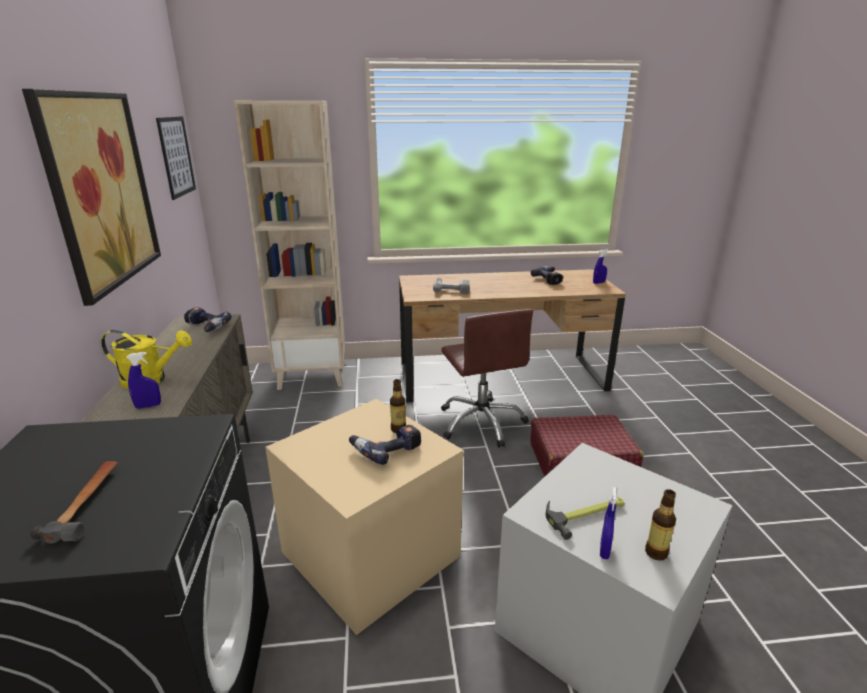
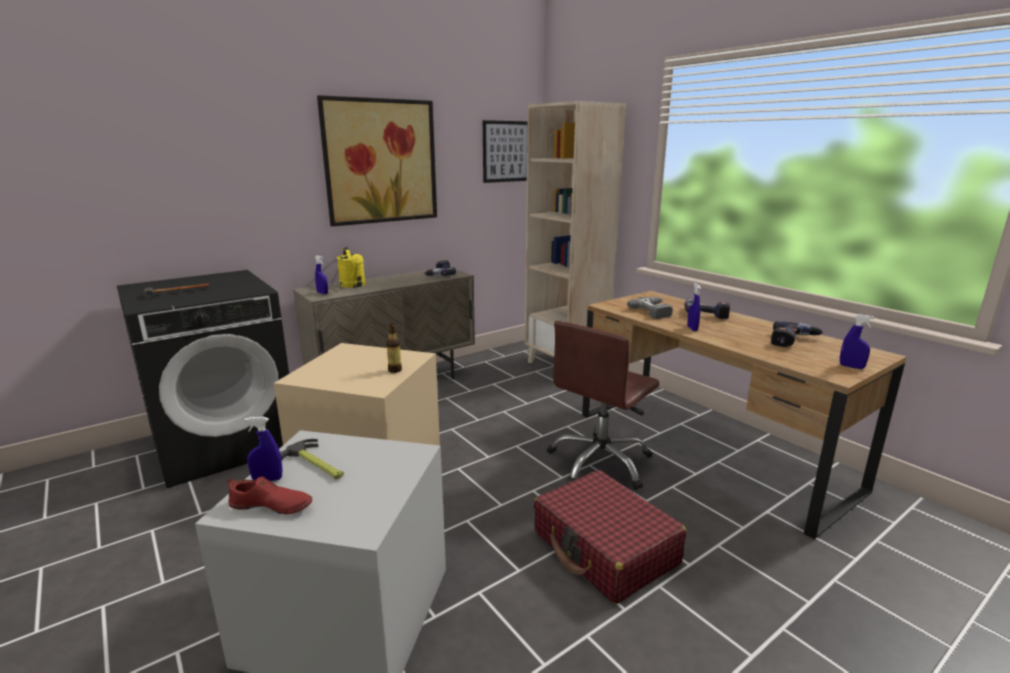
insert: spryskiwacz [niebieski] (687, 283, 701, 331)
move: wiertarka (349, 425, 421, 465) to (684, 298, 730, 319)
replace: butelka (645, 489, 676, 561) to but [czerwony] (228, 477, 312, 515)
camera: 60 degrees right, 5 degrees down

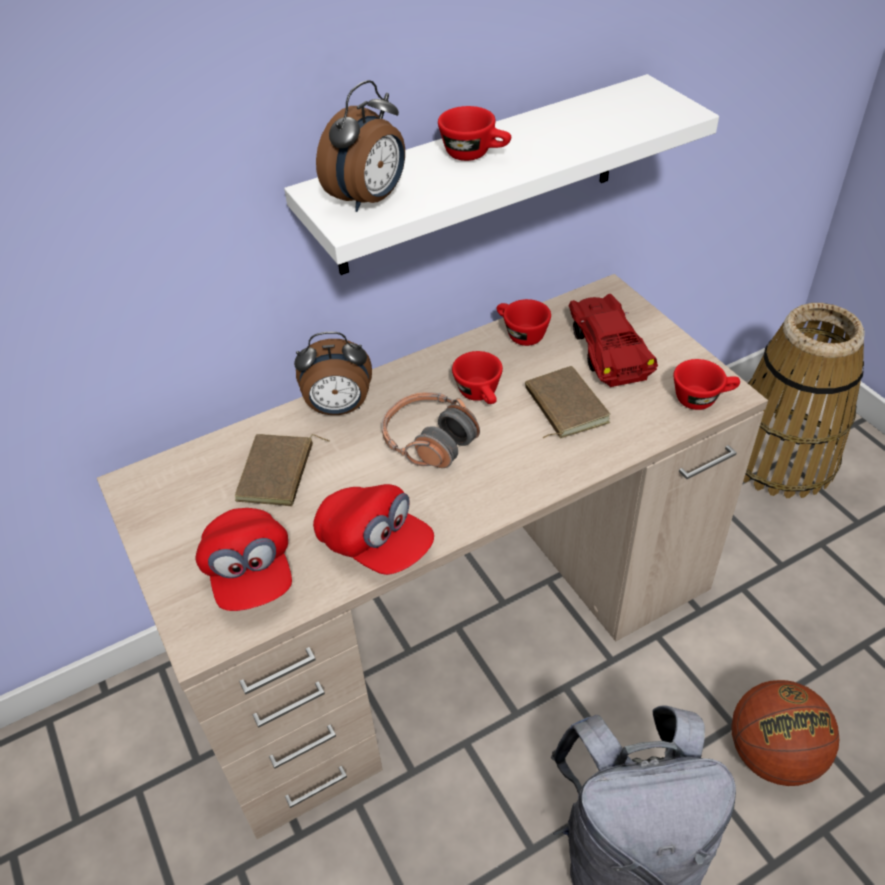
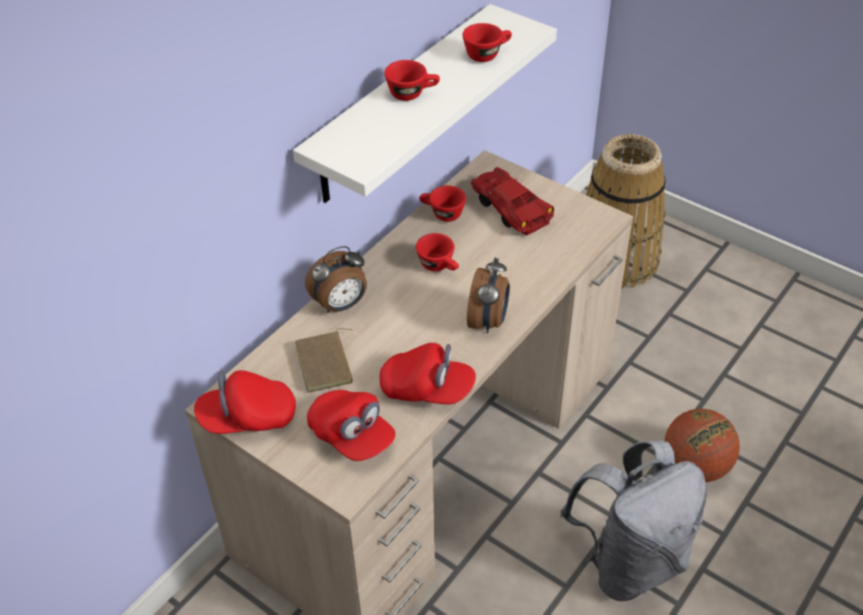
delete: słuchawki (382, 392, 480, 468); książka [brązowy] (525, 366, 611, 438)
insert: czapka z daszkiem [czerwony] (194, 370, 296, 434)
move: budzik (316, 80, 405, 212) to (467, 258, 510, 333); filiżanka [czerwony] (674, 359, 740, 410) to (463, 23, 512, 62)
camera: 25 degrees left, 0 degrees up

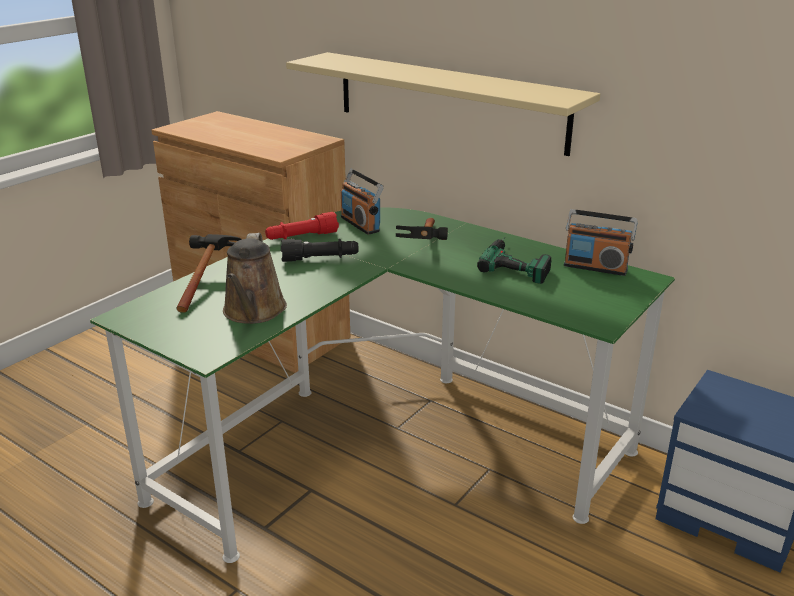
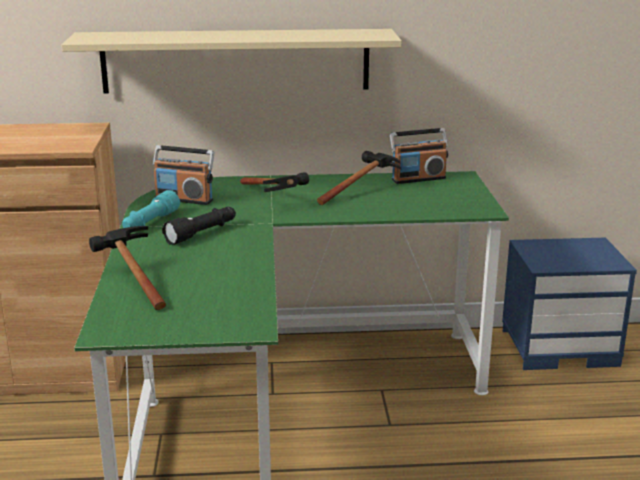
delete: konewka [brązowy] (223, 233, 287, 324)
replace: wiertarka (477, 237, 551, 284) to młotek (317, 151, 402, 205)
recolor: latarka [czerwony] (265, 212, 339, 240) to latarka [turkusowy] (122, 190, 180, 228)
camera: 40 degrees left, 5 degrees down

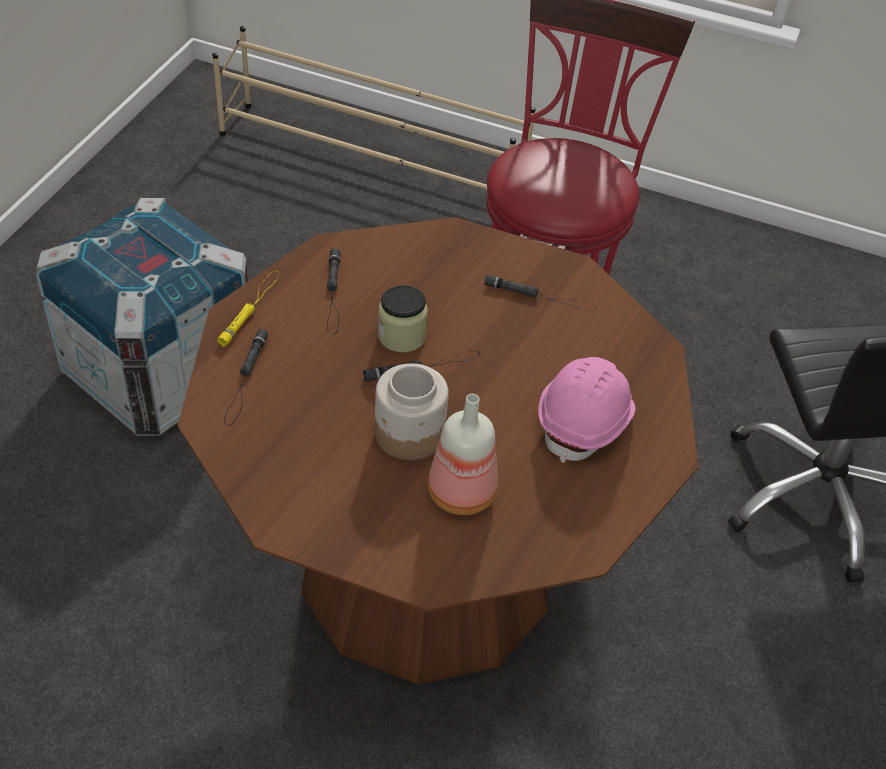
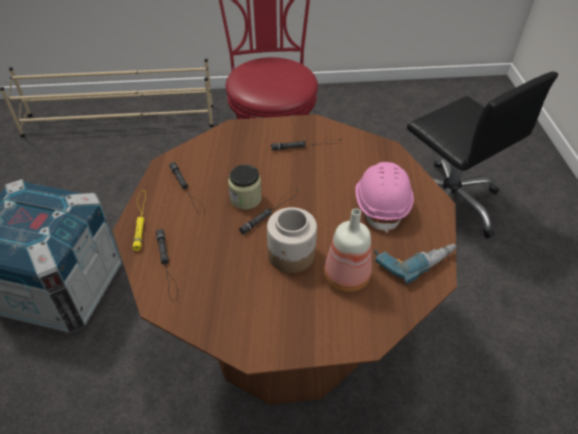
insert: wiertarka (374, 244, 456, 284)
camera: 25 degrees left, 0 degrees up

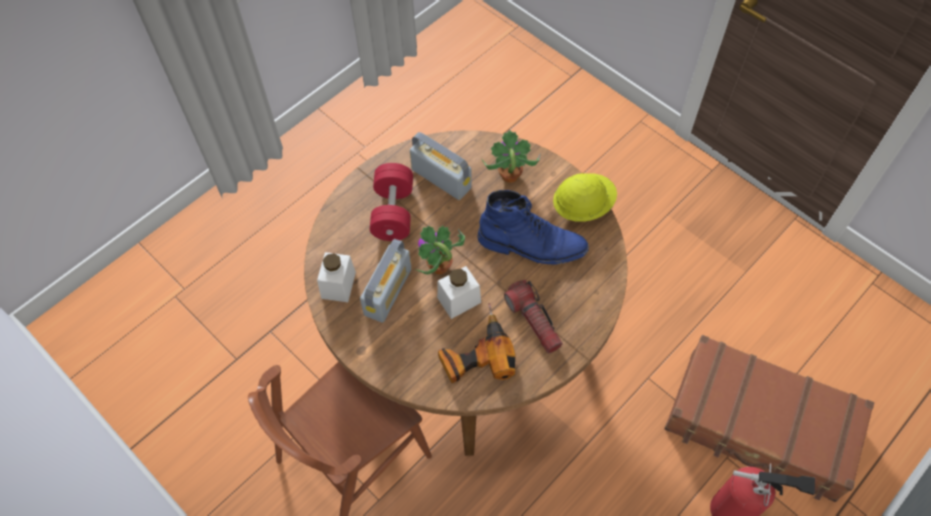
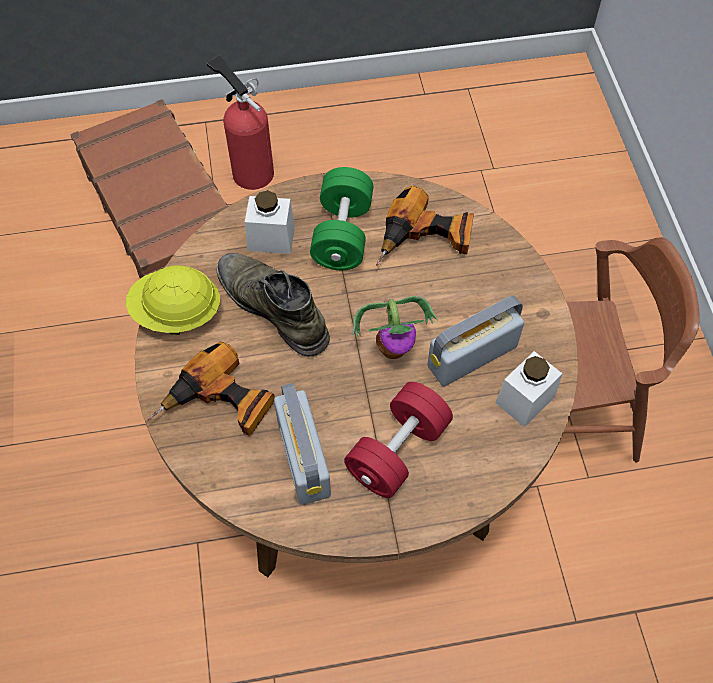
move: słoik [biały] (437, 266, 481, 319) to (245, 190, 295, 254)
replace: roślina doniczkowa (481, 130, 541, 183) to wiertarka (147, 342, 275, 435); latarka (504, 280, 563, 353) to hantel [zielony] (310, 167, 373, 270)
recolor: but z cholewką [niebieski] (477, 190, 589, 265) to but z cholewką [zielony] (216, 253, 330, 357)
camera: 145 degrees left, 0 degrees up

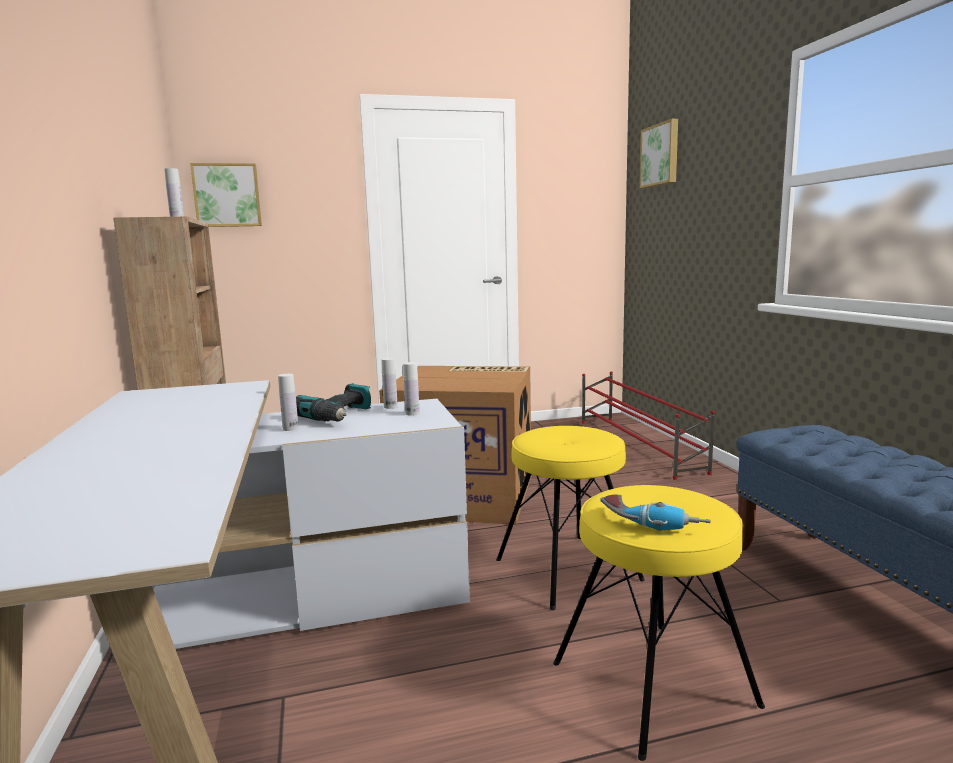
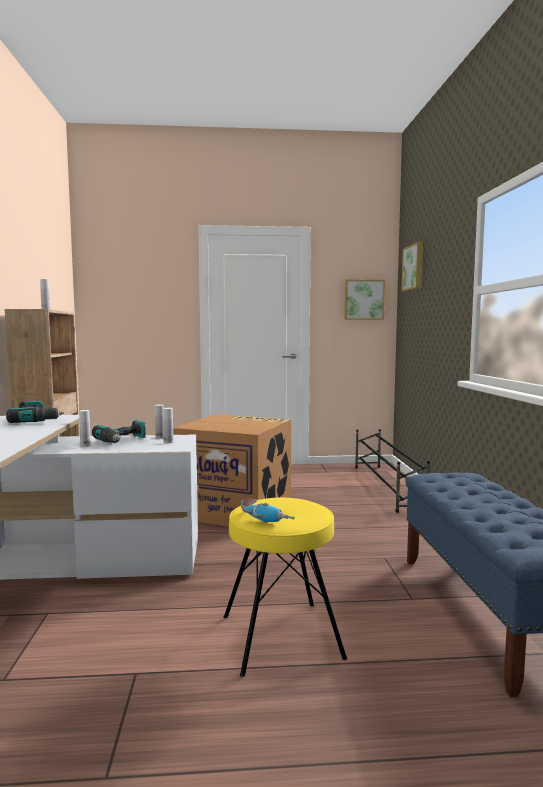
delete: stołek [żółty] (496, 426, 645, 610)
insert: wiertarka (6, 401, 64, 423)
move: obraz (190, 163, 262, 227) to (345, 280, 385, 320)
recolor: regał na buty [czerwony] (582, 372, 715, 480) to regał na buty [czarny] (355, 429, 430, 513)
camera: 10 degrees right, 5 degrees down

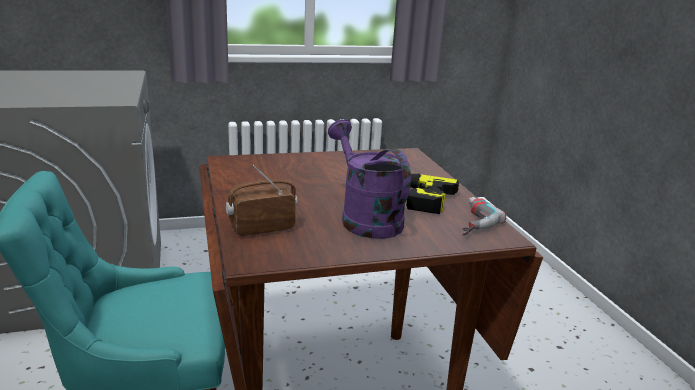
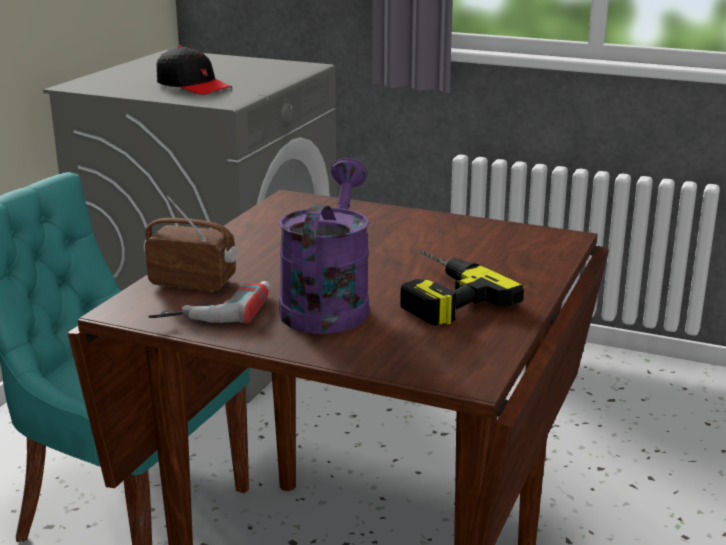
insert: czapka z daszkiem [czarny] (156, 45, 232, 95)
move: wiertarka (462, 197, 506, 235) to (149, 281, 271, 324)
camera: 40 degrees right, 0 degrees up

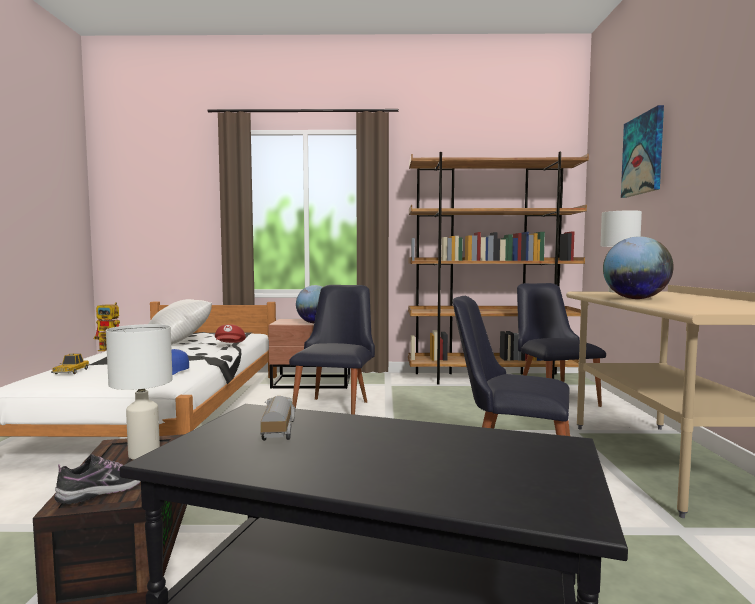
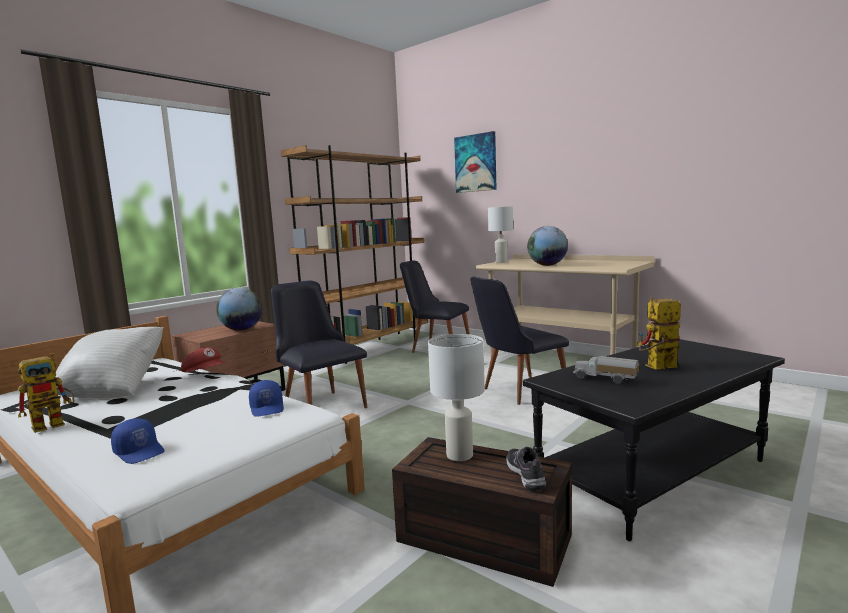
insert: robot zabawkowy (637, 297, 681, 370)
replace: samochodzik (51, 353, 90, 374) to czapka z daszkiem [niebieski] (111, 418, 165, 464)
camera: 50 degrees left, 5 degrees up

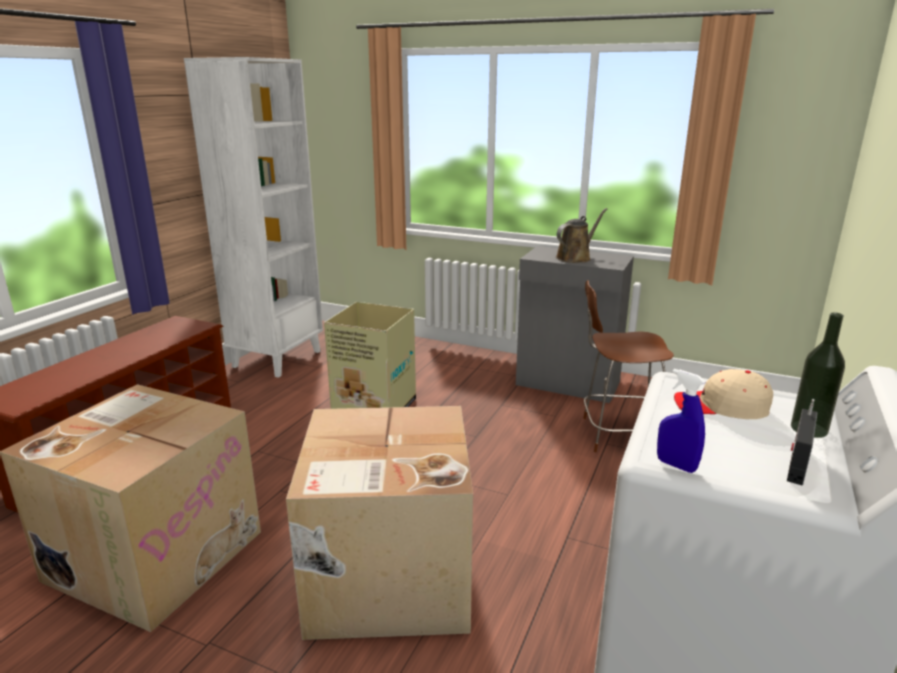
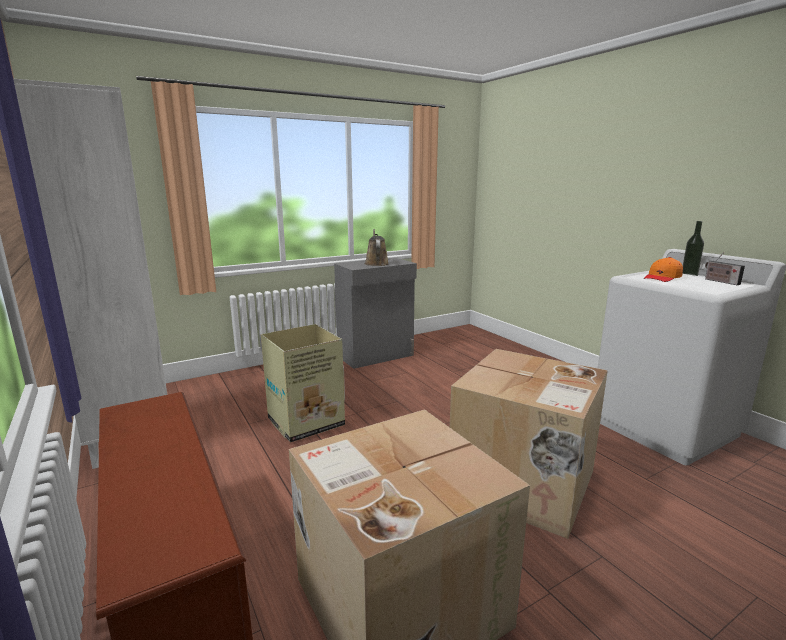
delete: stołek [brązowy] (583, 280, 674, 452); spryskiwacz [niebieski] (657, 369, 705, 473)
recolor: czapka z daszkiem [beżowy] (674, 369, 773, 419) to czapka z daszkiem [pomarańczowy] (644, 257, 683, 282)
camera: 55 degrees left, 5 degrees down

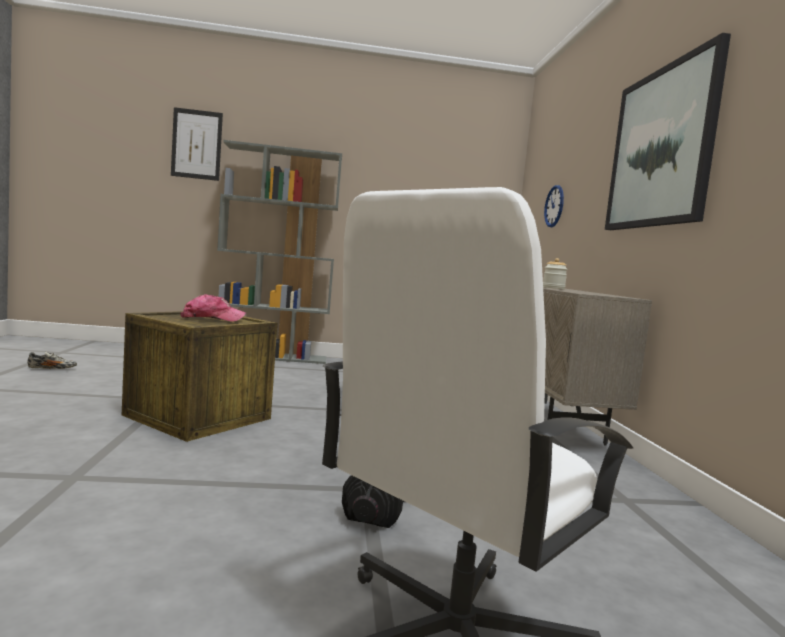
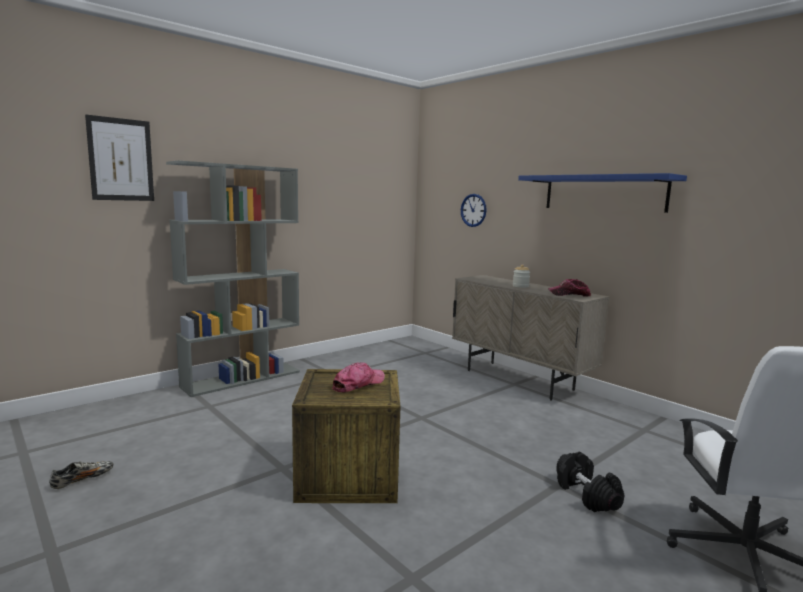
insert: czapka z daszkiem (548, 279, 591, 297)
replace: obraz (605, 33, 731, 230) to półka [niebieski] (518, 173, 687, 213)
camera: 35 degrees left, 5 degrees up

